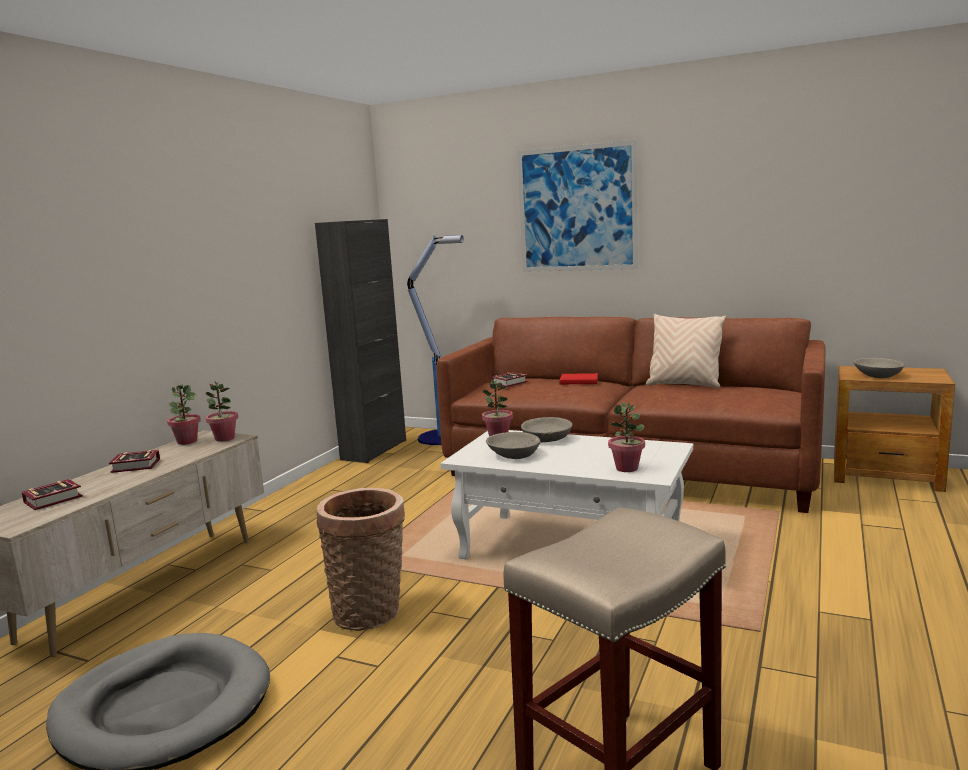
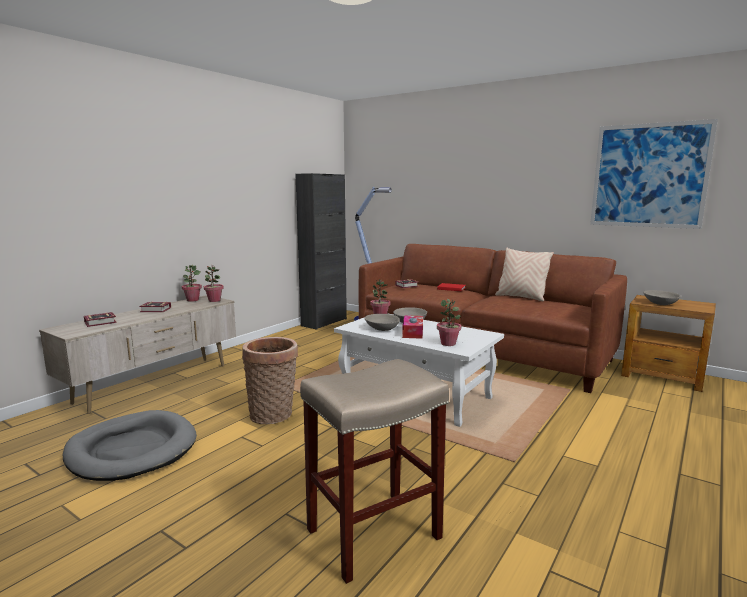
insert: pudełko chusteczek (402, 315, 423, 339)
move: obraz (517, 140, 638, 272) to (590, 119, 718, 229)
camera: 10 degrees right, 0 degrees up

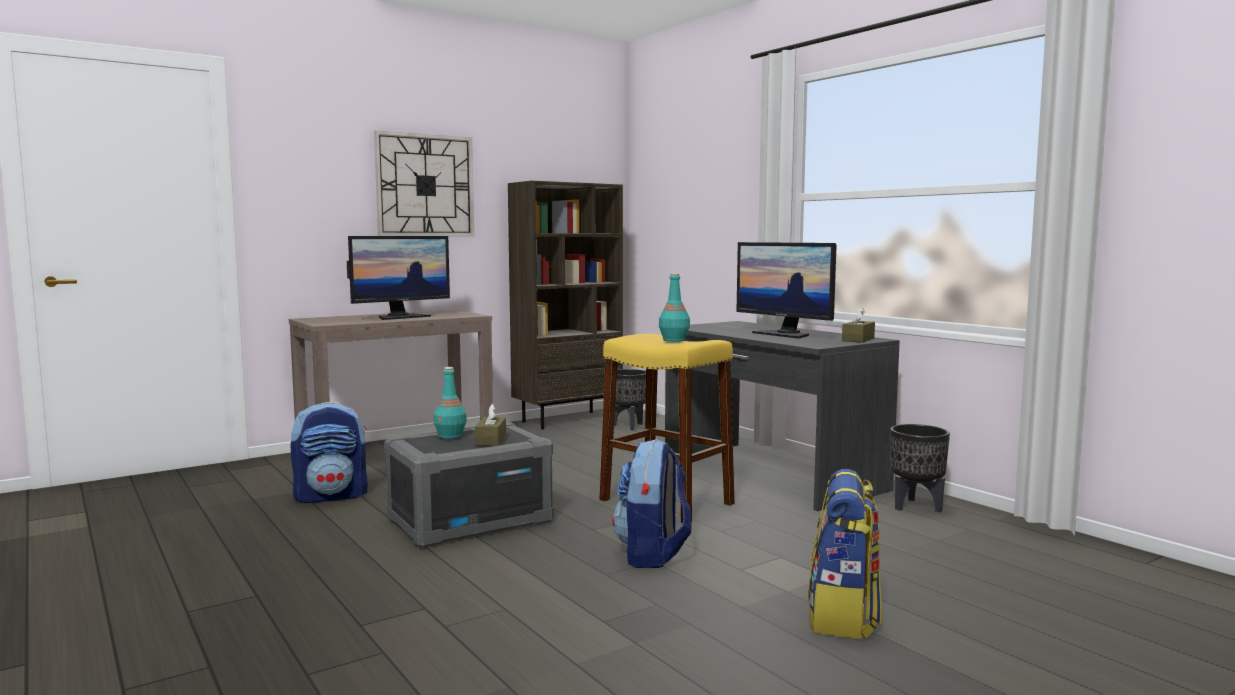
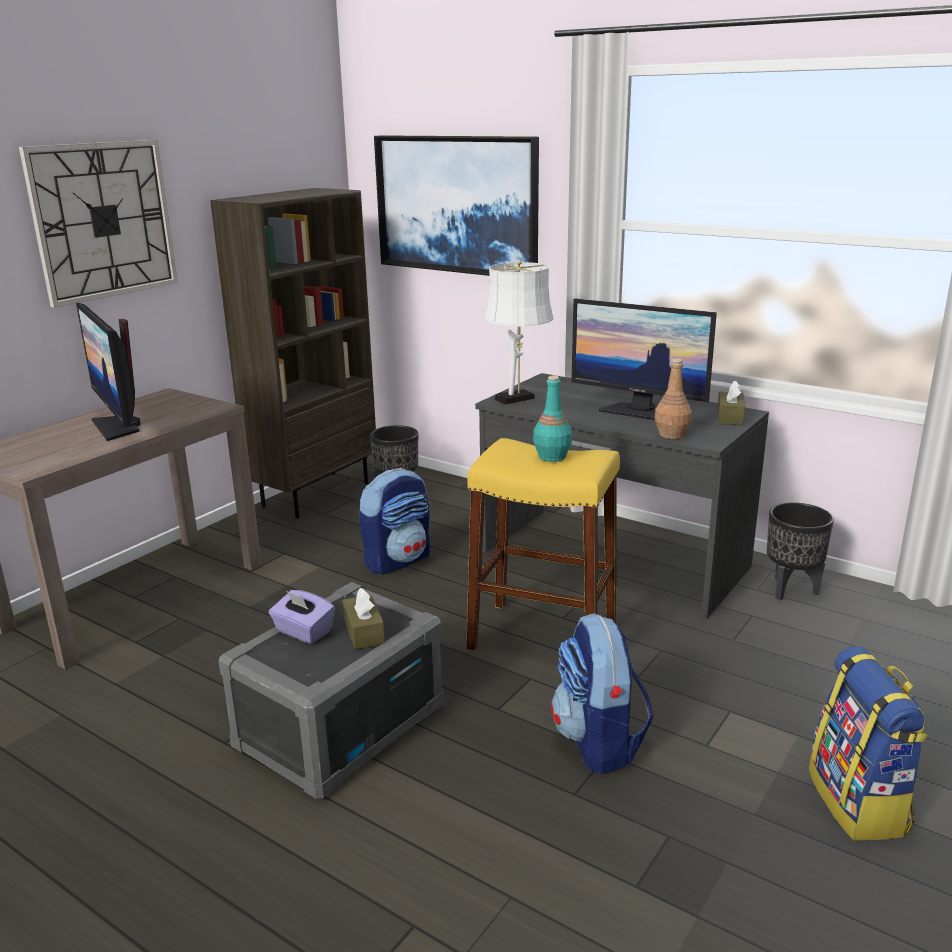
insert: obraz (374, 135, 539, 276); lampa stołowa [biały] (484, 260, 553, 405); butelka [brązowy] (655, 359, 692, 439)
move: plecak (291, 402, 368, 503) to (359, 468, 430, 574)
replace: butelka [turkusowy] (434, 367, 467, 439) to pudełko chusteczek [fioletowy] (269, 590, 335, 644)
rotate: monitor (347, 236, 450, 320) = (76, 303, 140, 441) 120 degrees clockwise
camera: 20 degrees left, 15 degrees up

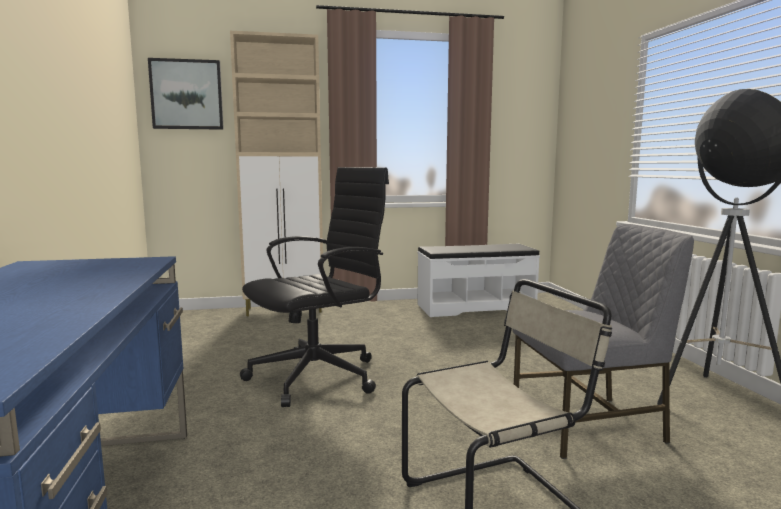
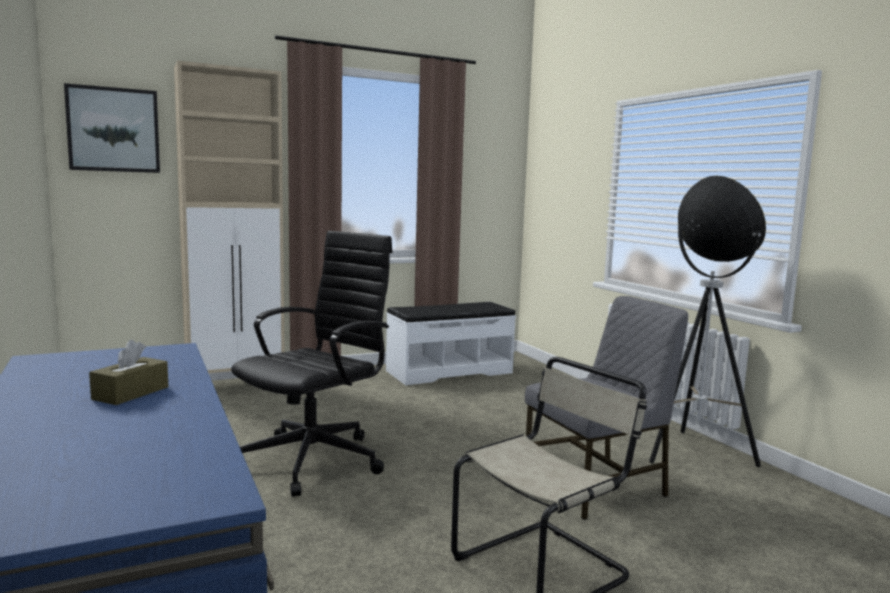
insert: pudełko chusteczek [brązowy] (89, 340, 168, 405)
camera: 15 degrees left, 0 degrees up

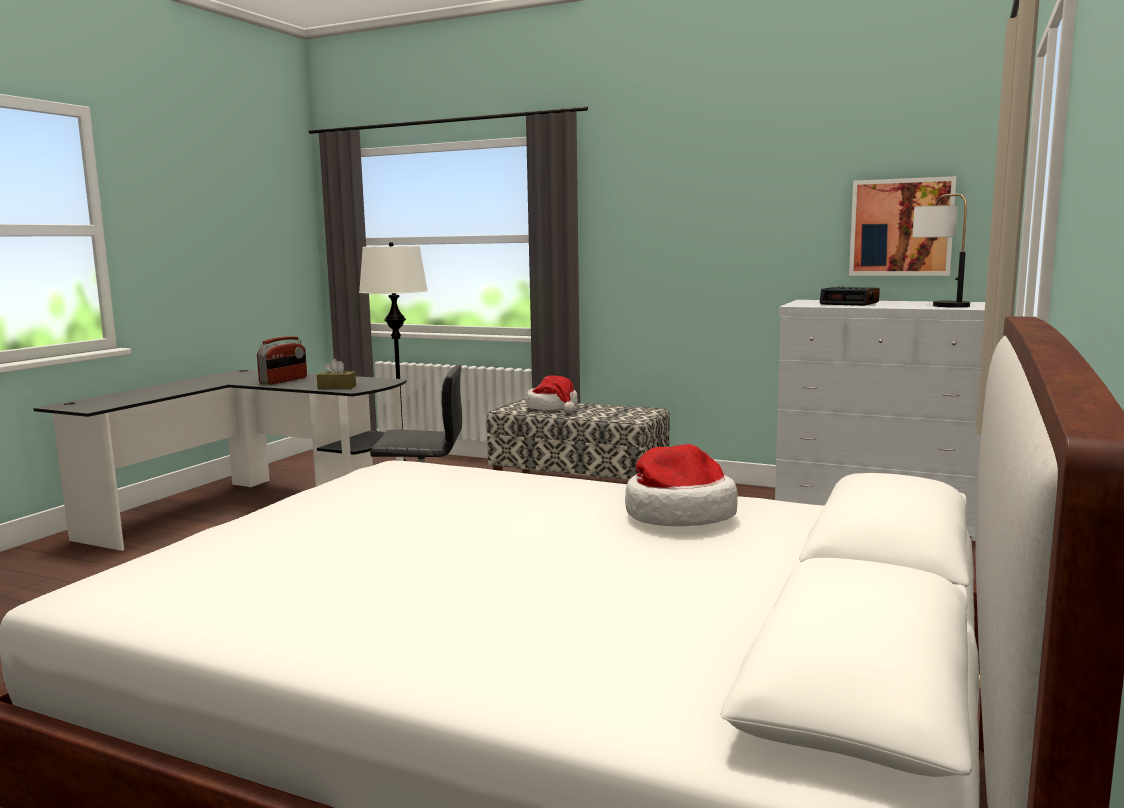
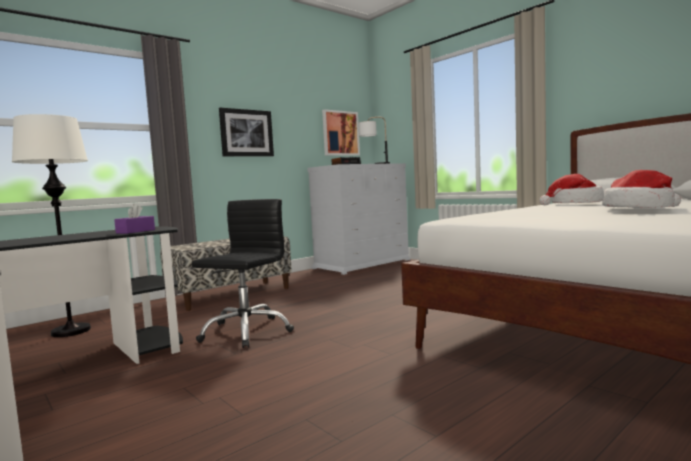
delete: radio (257, 336, 307, 385)
insert: obraz (219, 108, 274, 156)
move: kapelusz (526, 375, 578, 413) to (602, 170, 681, 208)
recolor: pudełko chusteczek [brązowy] (317, 359, 356, 389) to pudełko chusteczek [fioletowy] (114, 204, 155, 234)
camera: 65 degrees left, 5 degrees down

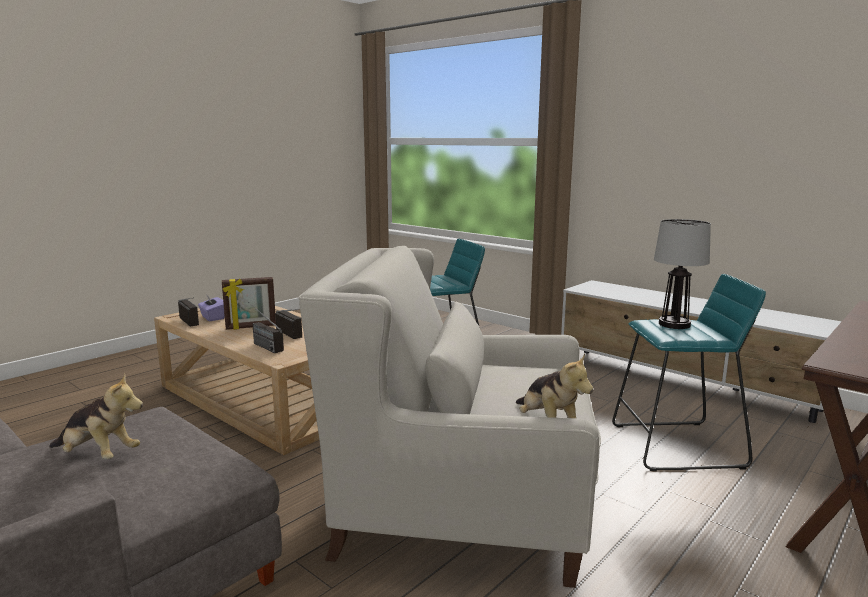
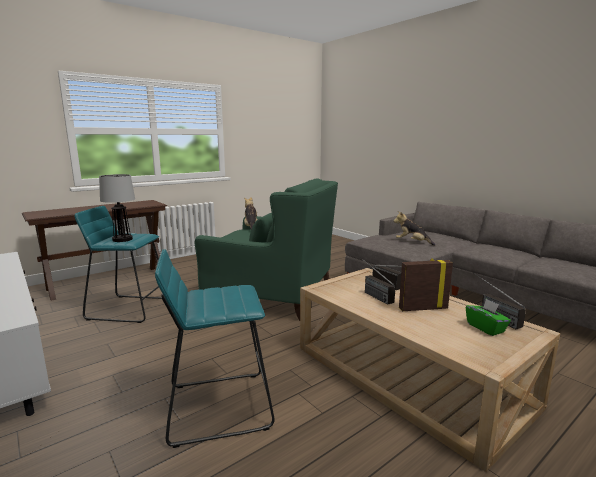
recolor: pudełko chusteczek [fioletowy] (198, 294, 225, 321) to pudełko chusteczek [zielony] (466, 299, 511, 336); fotel [biały] (298, 246, 601, 588) to fotel [zielony] (194, 178, 338, 321)
camera: 170 degrees left, 0 degrees up

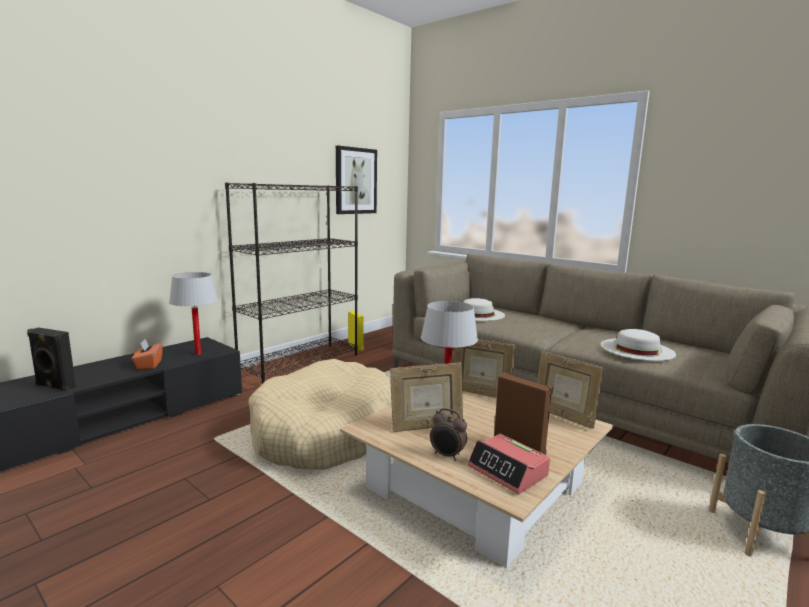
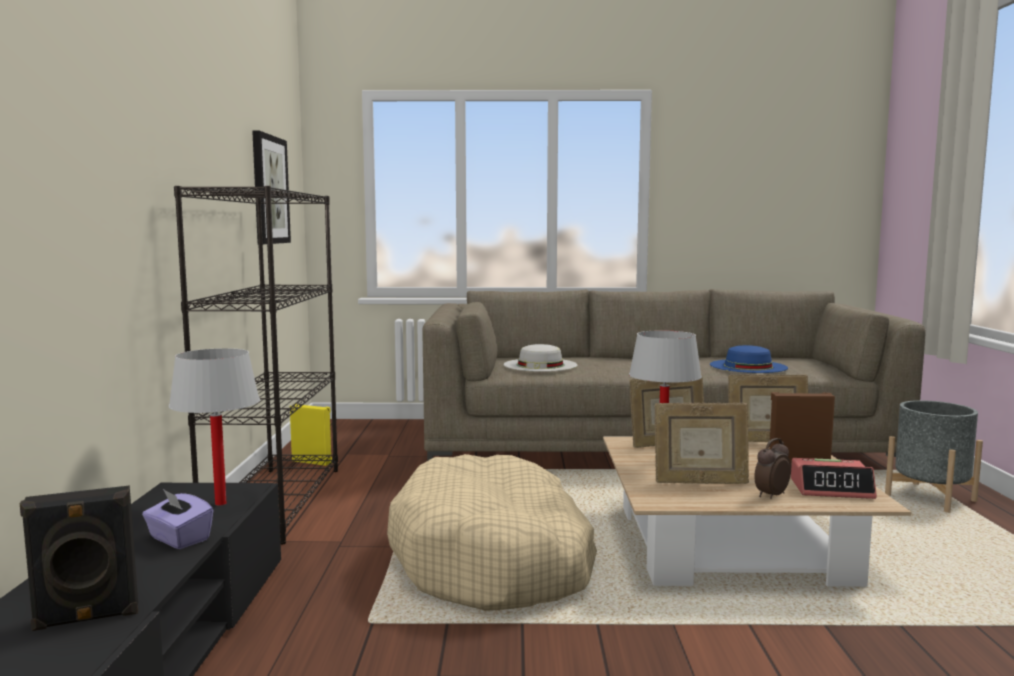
recolor: pudełko chusteczek [pomarańczowy] (132, 339, 163, 370) to pudełko chusteczek [fioletowy] (142, 489, 214, 549); kapelusz [biały] (600, 329, 676, 361) to kapelusz [niebieski] (710, 345, 788, 373)
rotate: ramka na zdjęcie (390, 362, 463, 432) = (654, 403, 749, 484) 60 degrees clockwise; budzik (430, 408, 467, 461) = (754, 438, 791, 499) 150 degrees clockwise
camera: 40 degrees left, 5 degrees down

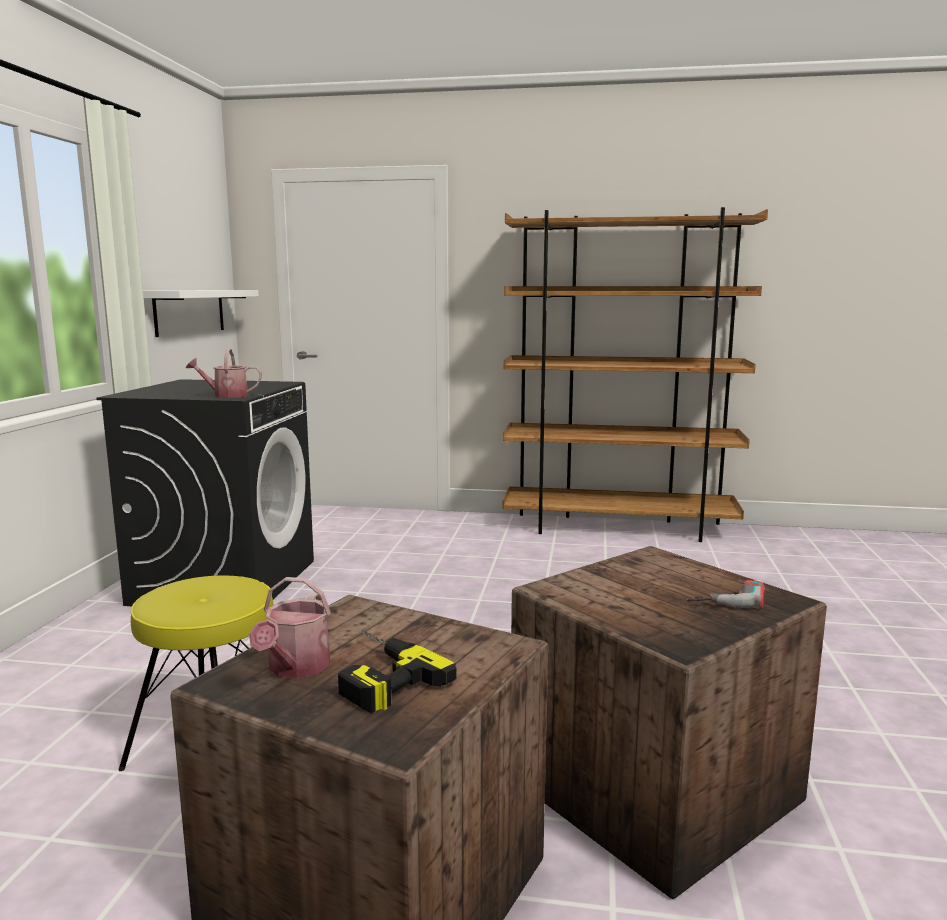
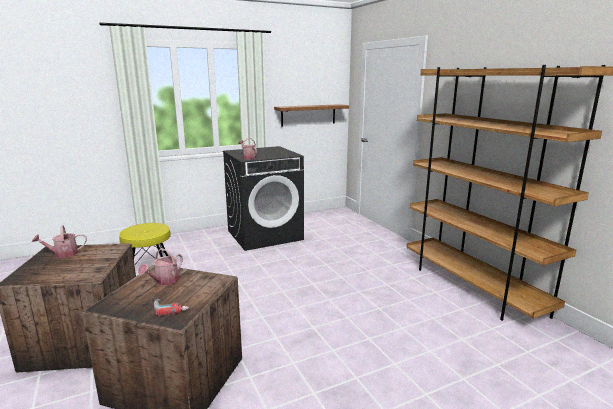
delete: wiertarka (338, 631, 457, 713)
insert: konewka (138, 248, 183, 286)
recolor: półka [biały] (143, 290, 259, 337) to półka [brązowy] (274, 104, 349, 127)
camera: 55 degrees right, 5 degrees up

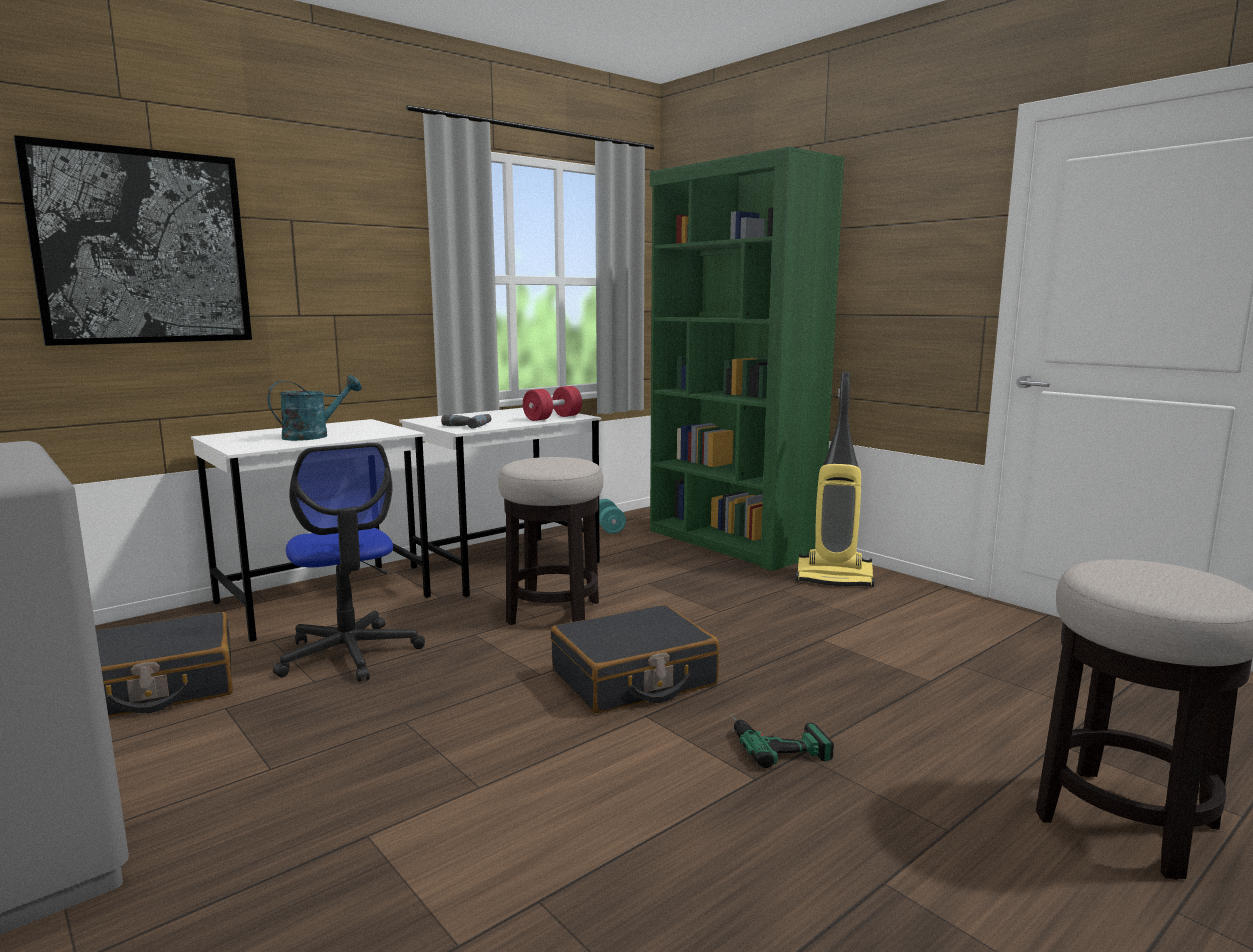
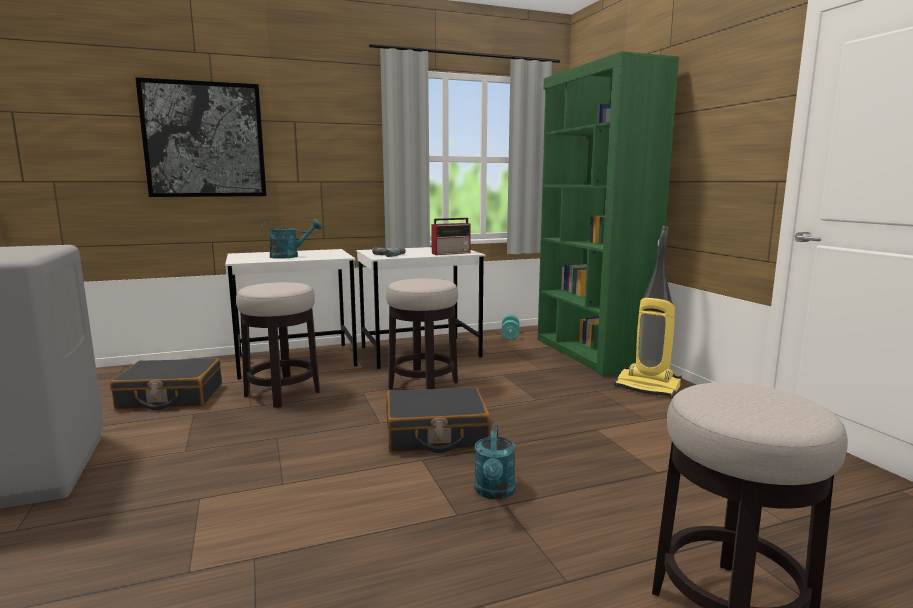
replace: krzesło biurowe (273, 443, 425, 682) to stołek (236, 282, 320, 408); hantel [czerwony] (523, 386, 582, 421) to radio (431, 218, 471, 255); wiertarka (731, 714, 834, 768) to konewka [turkusowy] (474, 425, 515, 500)
camera: 20 degrees right, 0 degrees up

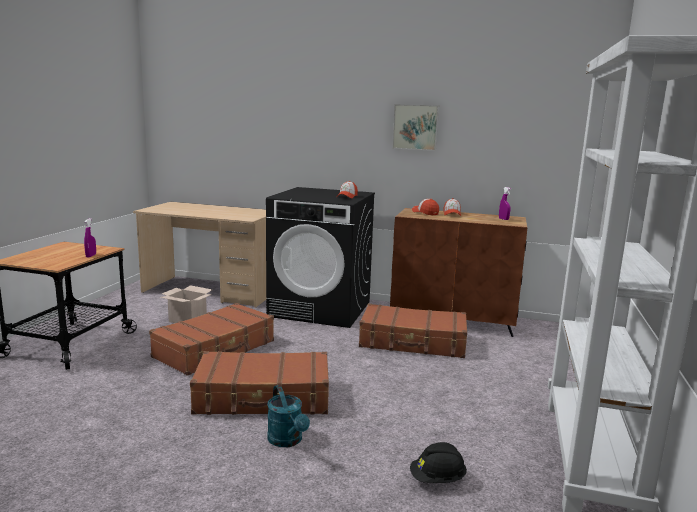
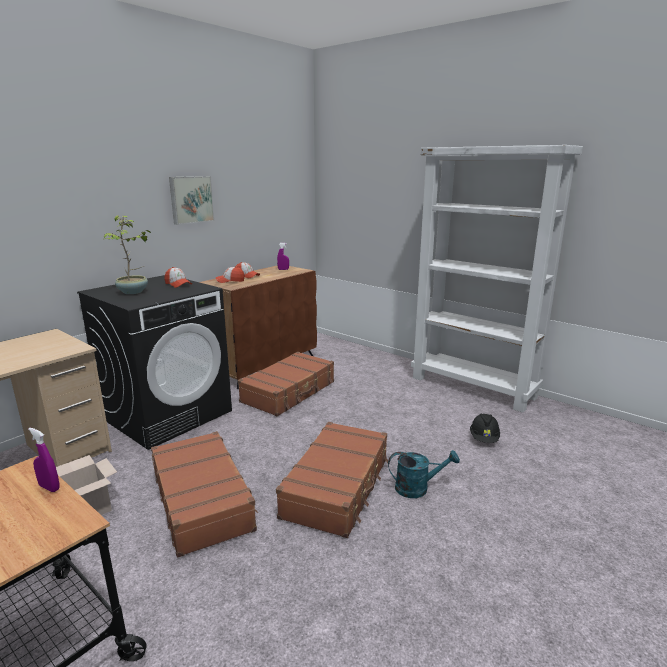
insert: roślina doniczkowa (103, 215, 151, 294)
camera: 65 degrees left, 5 degrees up

